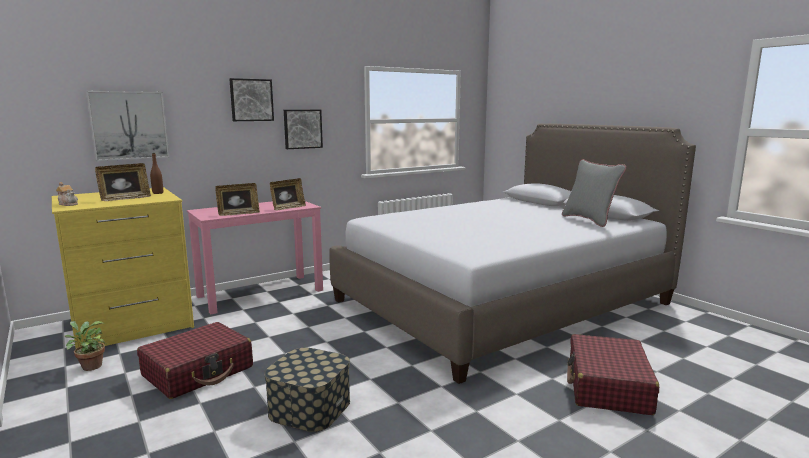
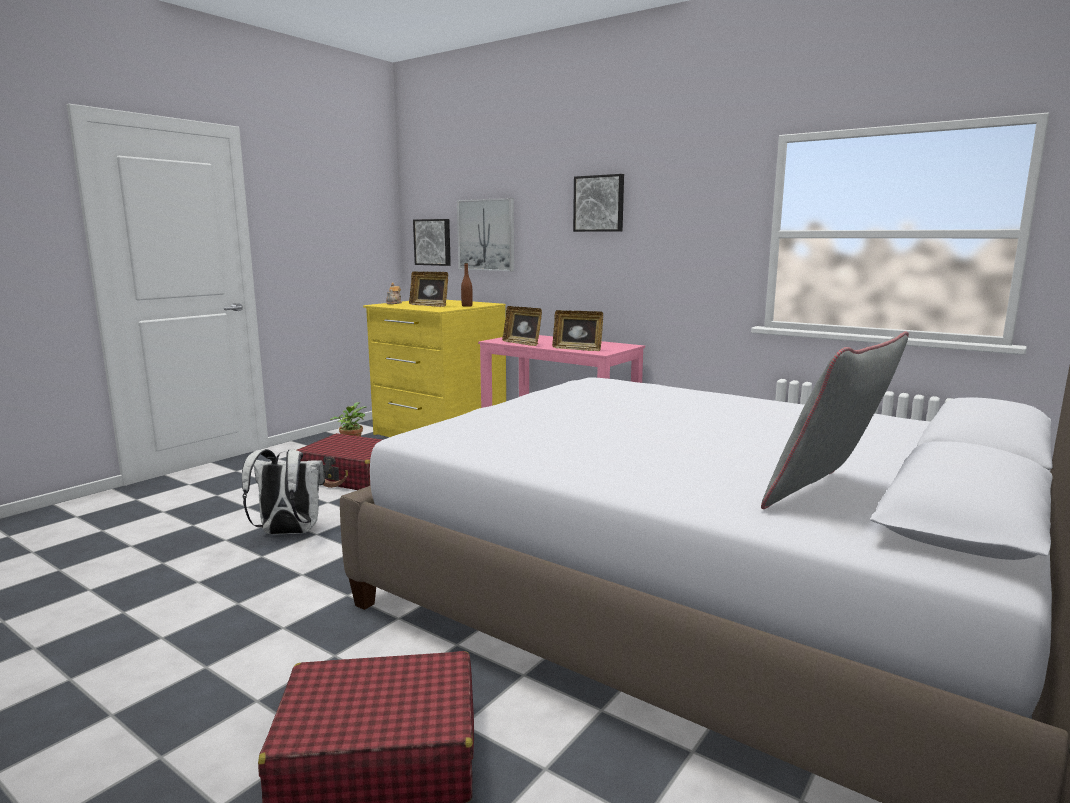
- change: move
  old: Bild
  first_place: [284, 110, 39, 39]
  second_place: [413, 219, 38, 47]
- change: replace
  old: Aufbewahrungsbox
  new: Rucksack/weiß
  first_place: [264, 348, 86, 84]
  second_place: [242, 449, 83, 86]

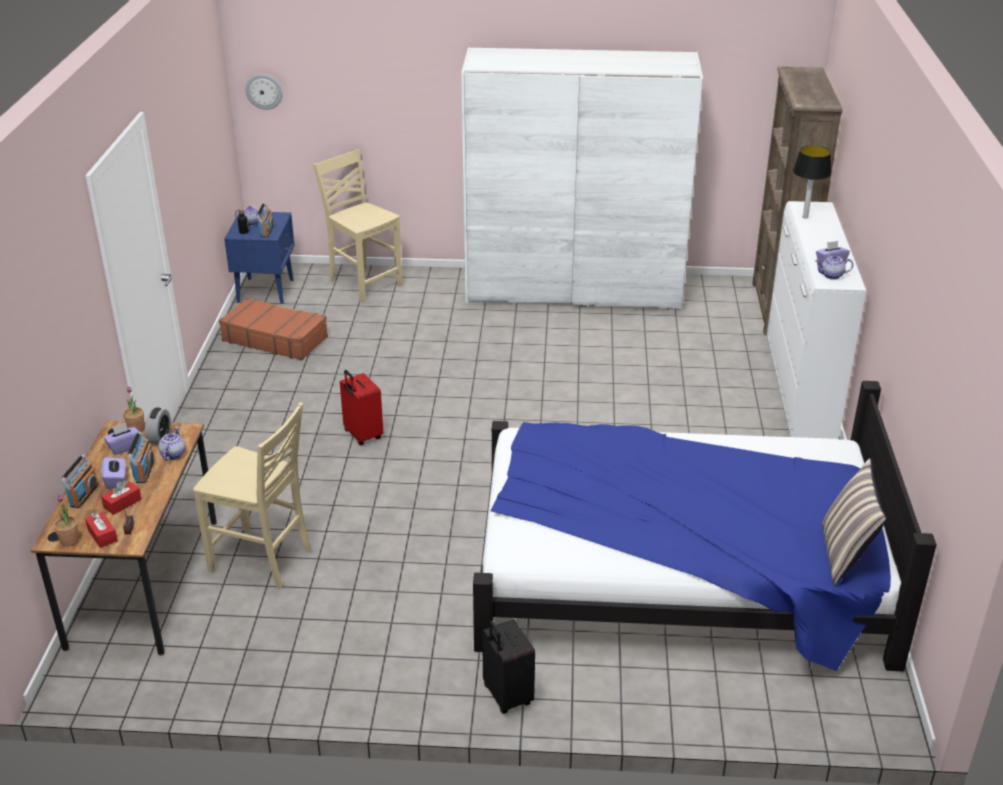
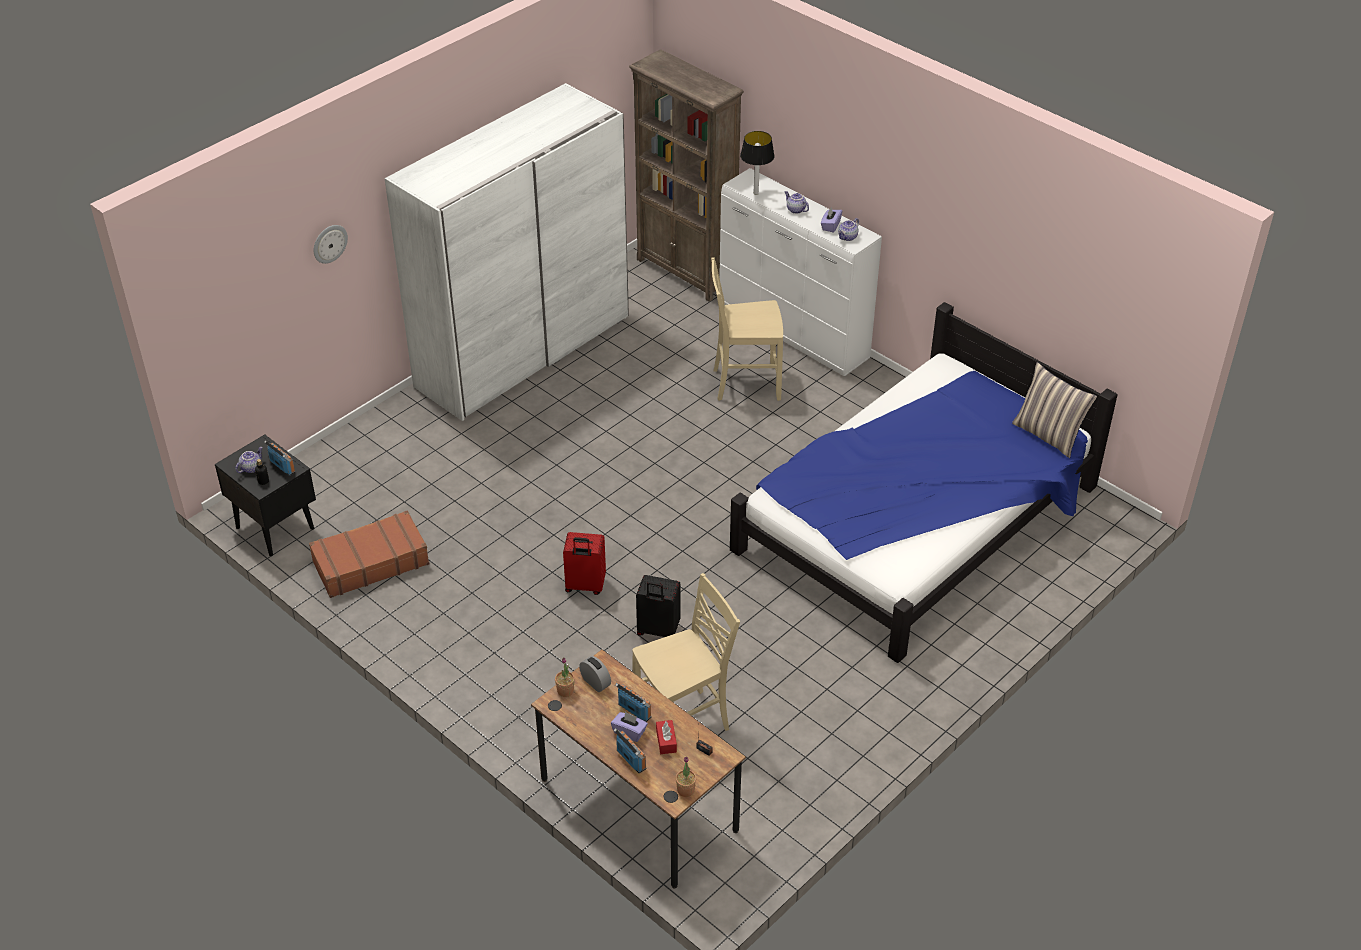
- change: delete
  old: Taschentuchbox/rot
  first_place: [85, 512, 33, 36]
- change: delete
  old: Taschentuchbox/lila
  first_place: [104, 423, 37, 32]
- change: move
  old: Teekanne
  first_place: [158, 427, 28, 34]
  second_place: [785, 191, 24, 23]
- change: move
  old: Wanduhr
  first_place: [246, 74, 37, 36]
  second_place: [314, 225, 34, 39]
- change: move
  old: Stuhl/beige
  first_place: [313, 149, 89, 154]
  second_place: [711, 257, 72, 144]
- change: move
  old: Koffer/schwarz
  first_place: [482, 619, 53, 95]
  second_place: [636, 575, 44, 62]
- change: recolor
  old: Nachttisch/blau
  new: Nachttisch/schwarz
  first_place: [224, 212, 70, 92]
  second_place: [215, 434, 101, 122]

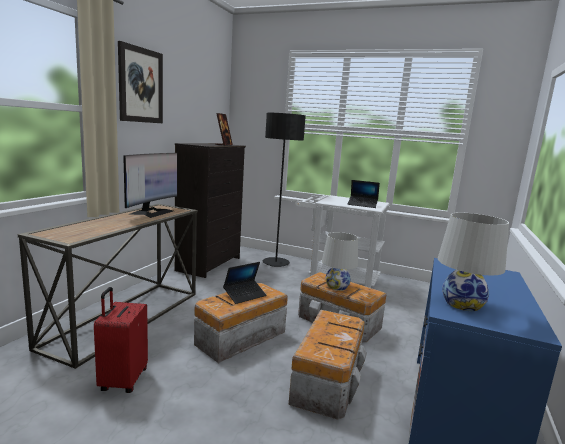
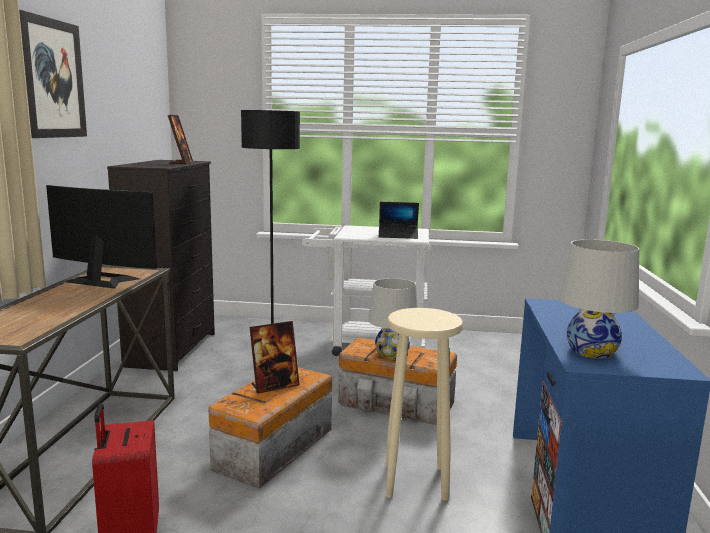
- change: replace
  old: Laptop
  new: Bilderrahmen
  first_place: [223, 262, 43, 42]
  second_place: [250, 321, 50, 73]
- change: replace
  old: Aufbewahrungsbox
  new: Hocker/beige
  first_place: [289, 310, 78, 110]
  second_place: [385, 308, 78, 193]
- change: rotate
  old: Monitor
  first_place: [123, 153, 55, 65]
  second_place: [46, 185, 111, 104]
  degrees: -75

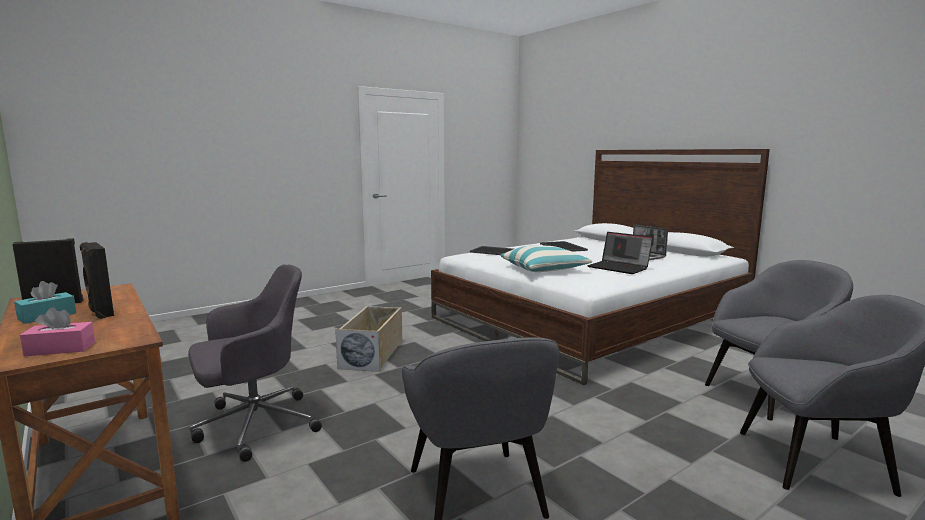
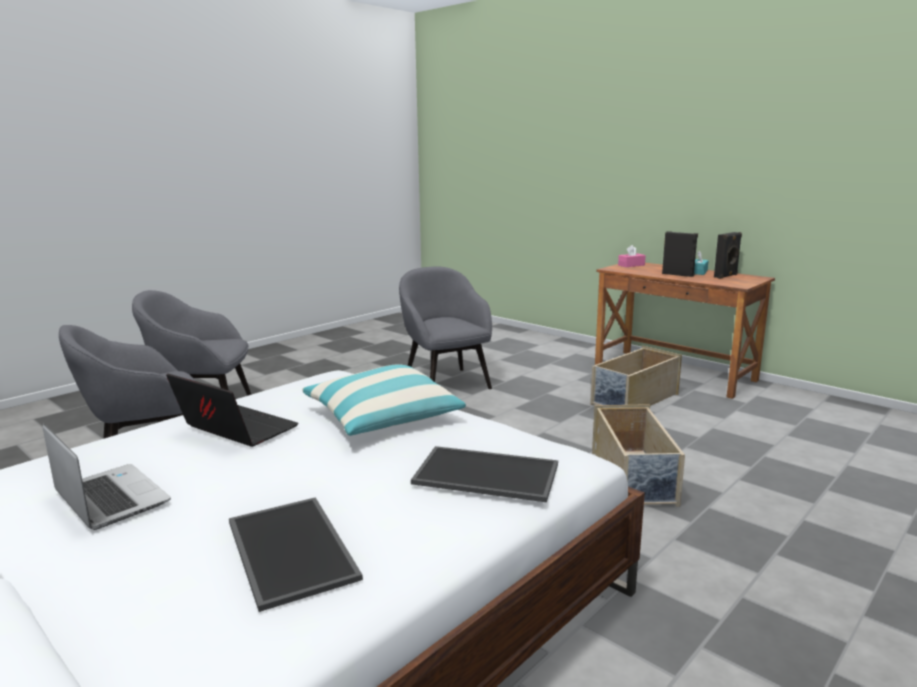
- change: replace
  old: Bürostuhl/grau
  new: Aufbewahrungsbox/beige
  first_place: [188, 264, 134, 198]
  second_place: [590, 346, 92, 60]

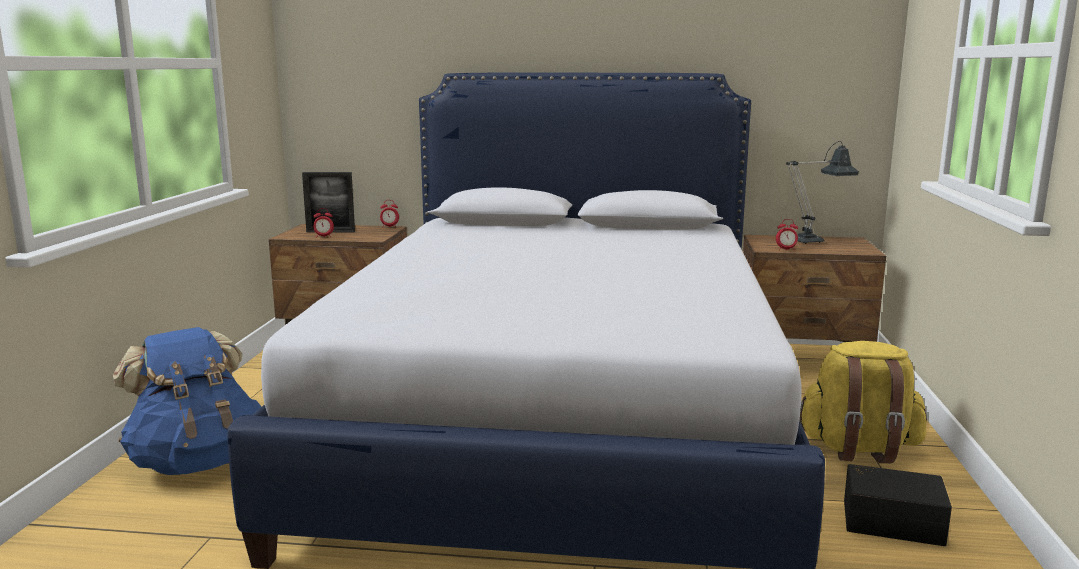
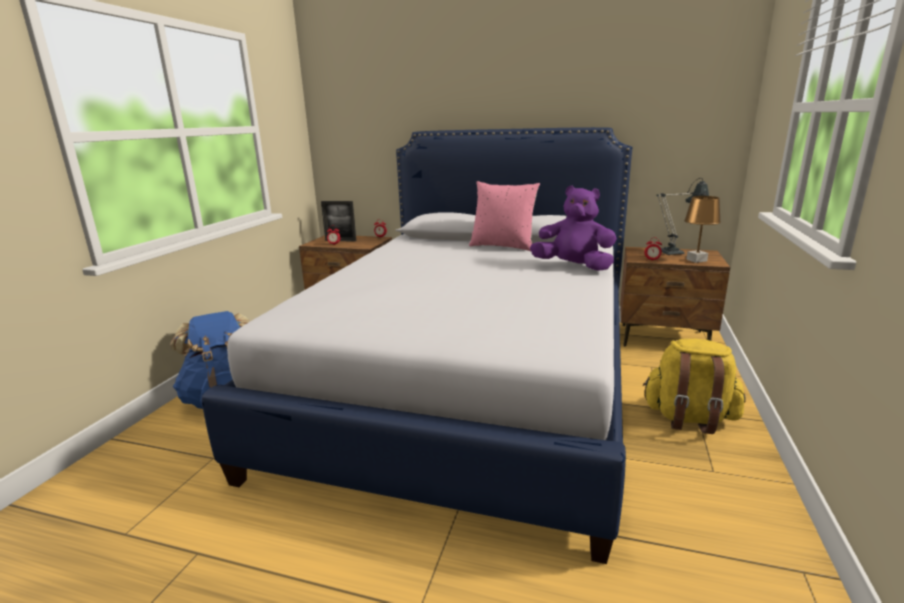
- change: delete
  old: Aufbewahrungsbox/schwarz
  first_place: [844, 464, 108, 82]
- change: insert
  new: Kissen/rosa
  second_place: [469, 181, 71, 70]
- change: insert
  new: Plüschtier/lila
  second_place: [530, 186, 87, 85]
- change: insert
  new: Tischlampe/braun
  second_place: [684, 196, 37, 67]

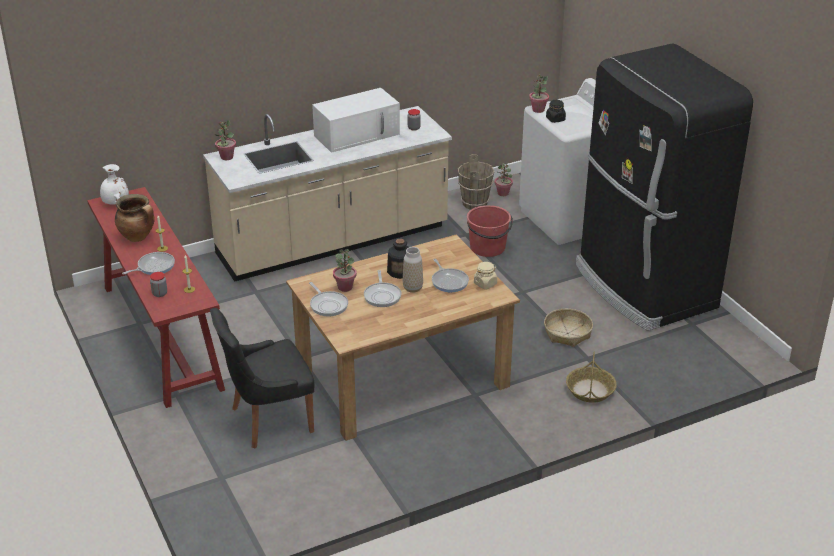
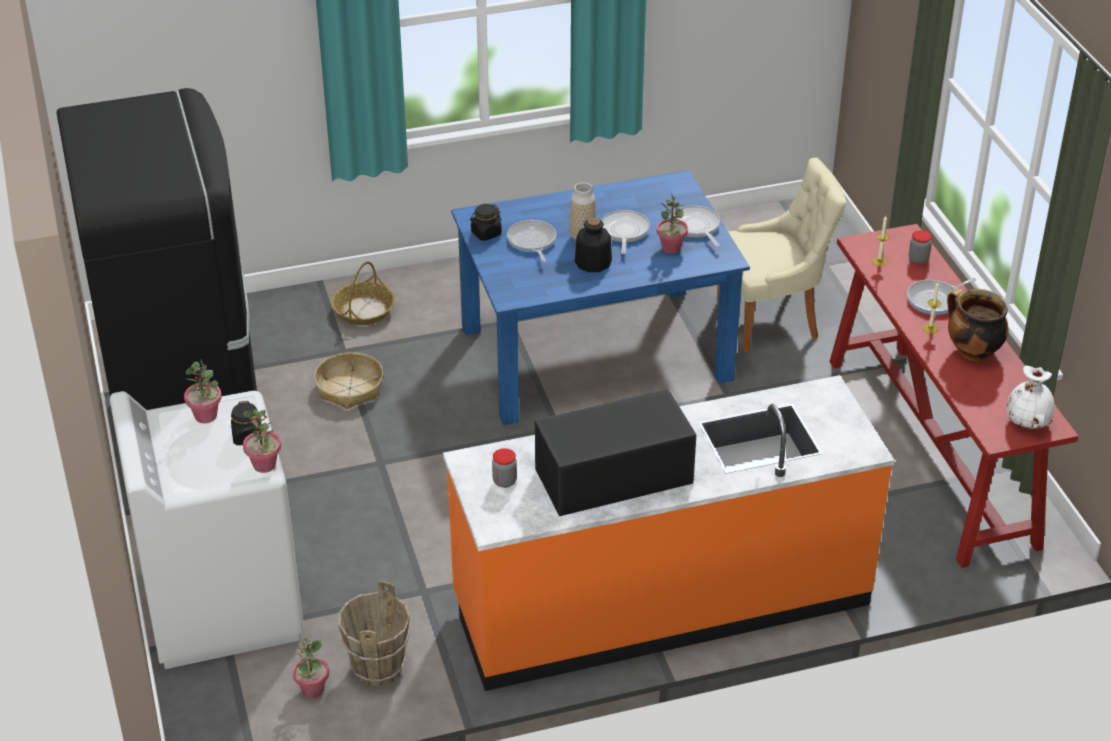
- change: delete
  old: Eimer/rot
  first_place: [467, 205, 46, 52]
- change: move
  old: Topfpflanze
  first_place: [215, 120, 21, 40]
  second_place: [184, 360, 38, 63]
- change: recolor
  old: Küchenzeile/beige
  new: Küchenzeile/orange
  first_place: [203, 106, 249, 176]
  second_place: [443, 375, 452, 316]
- change: recolor
  old: Stuhl/schwarz
  new: Stuhl/beige
  first_place: [210, 308, 105, 140]
  second_place: [717, 158, 130, 194]
- change: recolor
  old: Esstisch/braun
  new: Esstisch/blau
  first_place: [286, 235, 234, 206]
  second_place: [451, 170, 299, 255]
- change: recolor
  old: Mikrowelle/weiß
  new: Mikrowelle/schwarz
  first_place: [312, 88, 88, 65]
  second_place: [535, 389, 161, 127]
- change: recolor
  old: Vorratsglas/beige
  new: Vorratsglas/schwarz
  first_place: [474, 262, 23, 27]
  second_place: [470, 204, 32, 37]

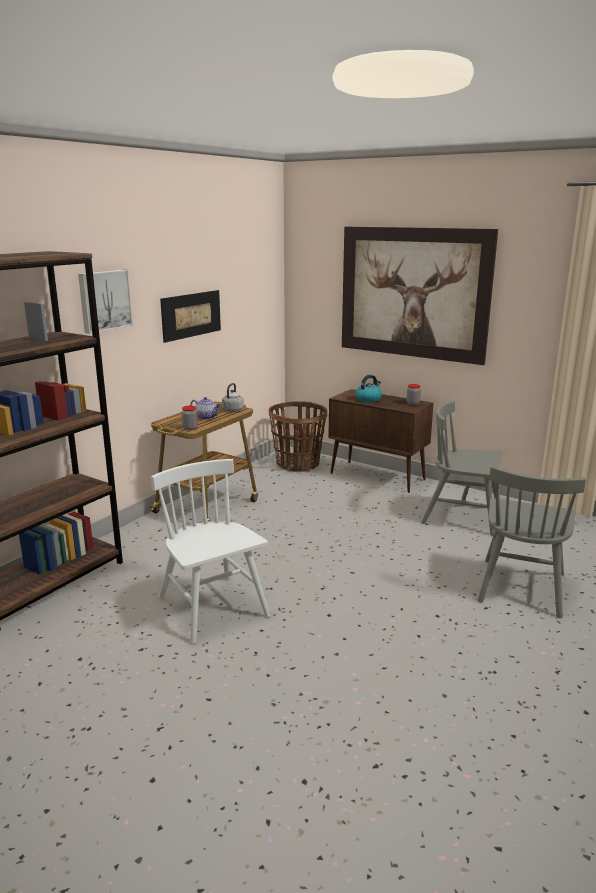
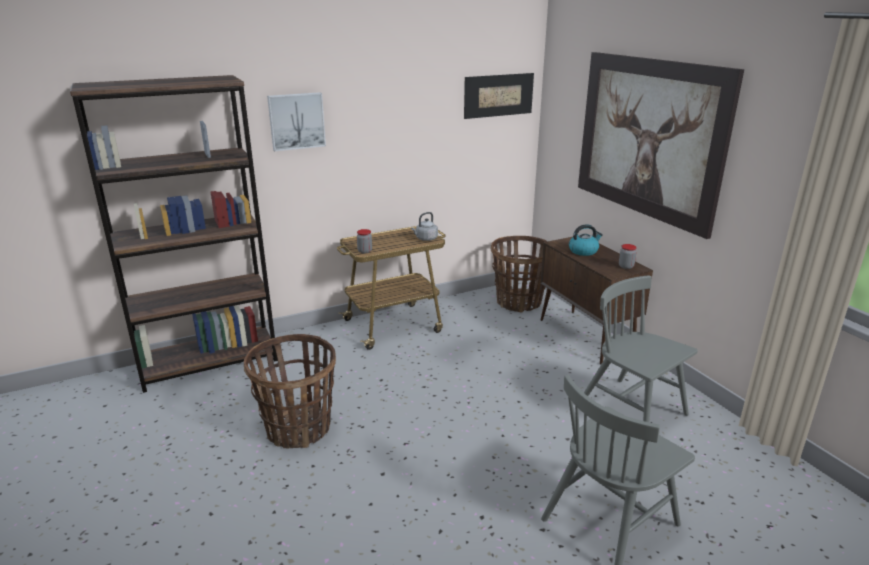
- change: delete
  old: Teekanne
  first_place: [190, 397, 31, 23]
- change: move
  old: Bild
  first_place: [160, 290, 61, 53]
  second_place: [464, 73, 70, 46]
- change: replace
  old: Stuhl/weiß
  new: Korb
  first_place: [151, 459, 119, 185]
  second_place: [244, 334, 92, 115]

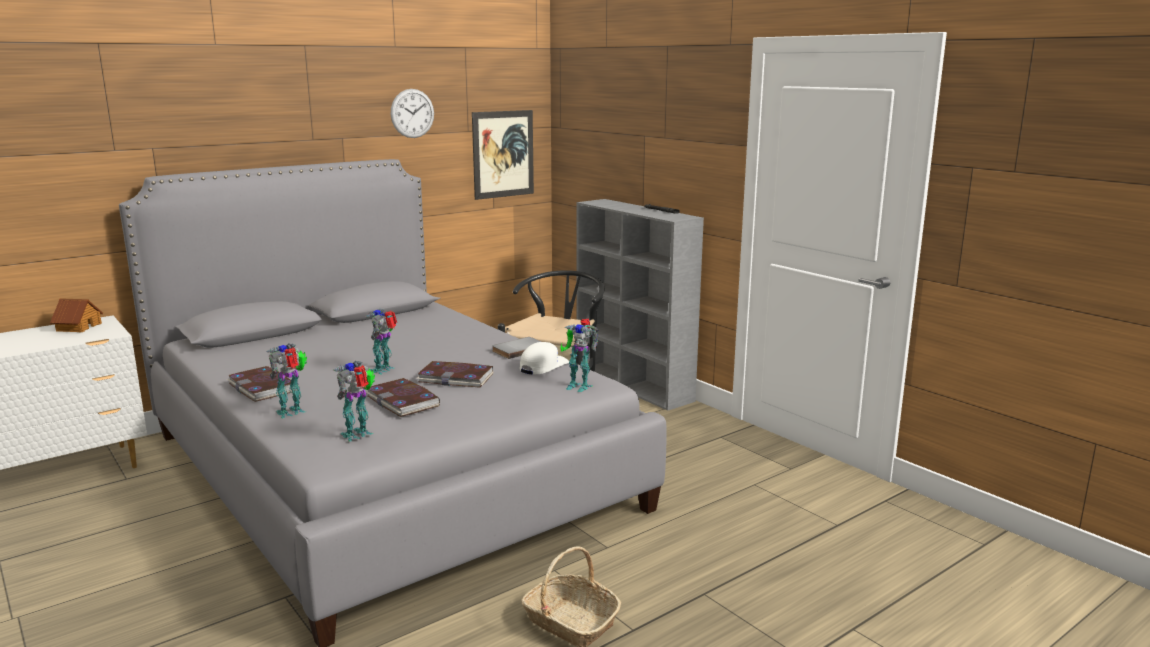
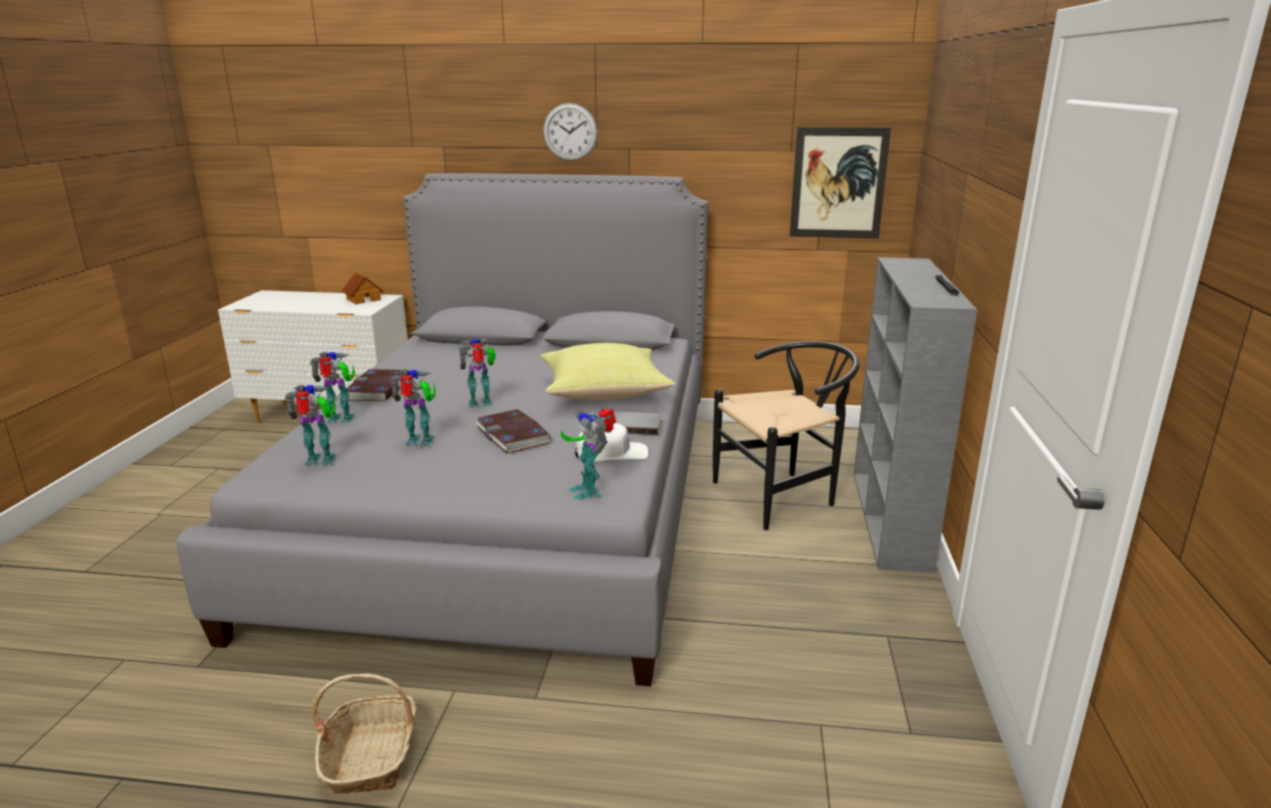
- change: insert
  new: Kissen/gelb
  second_place: [541, 343, 135, 57]
- change: move
  old: Wanduhr
  first_place: [391, 89, 43, 49]
  second_place: [543, 103, 55, 58]
- change: replace
  old: Buch
  new: Spielzeugroboter
  first_place: [366, 378, 74, 39]
  second_place: [390, 369, 46, 77]

